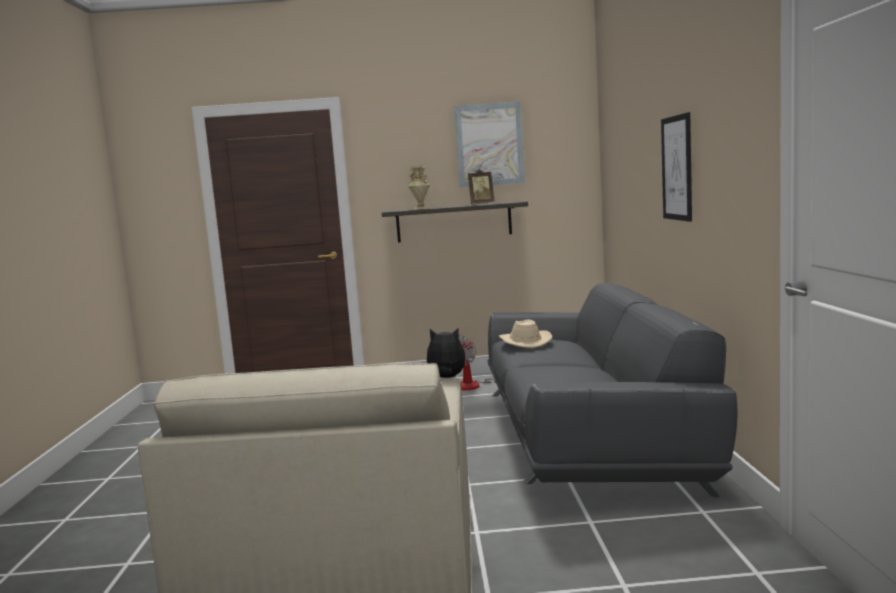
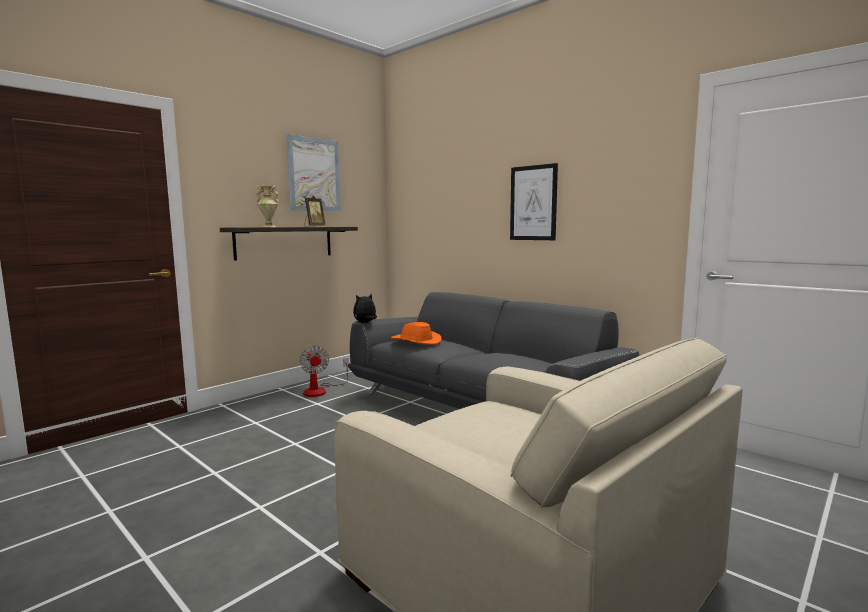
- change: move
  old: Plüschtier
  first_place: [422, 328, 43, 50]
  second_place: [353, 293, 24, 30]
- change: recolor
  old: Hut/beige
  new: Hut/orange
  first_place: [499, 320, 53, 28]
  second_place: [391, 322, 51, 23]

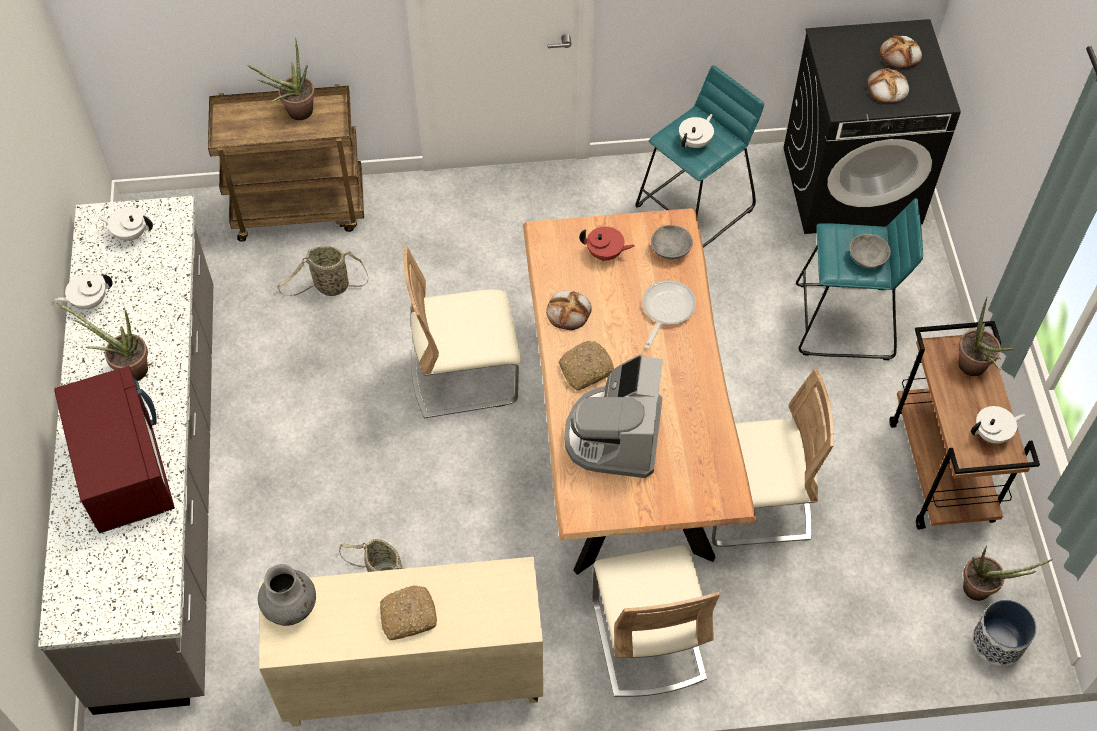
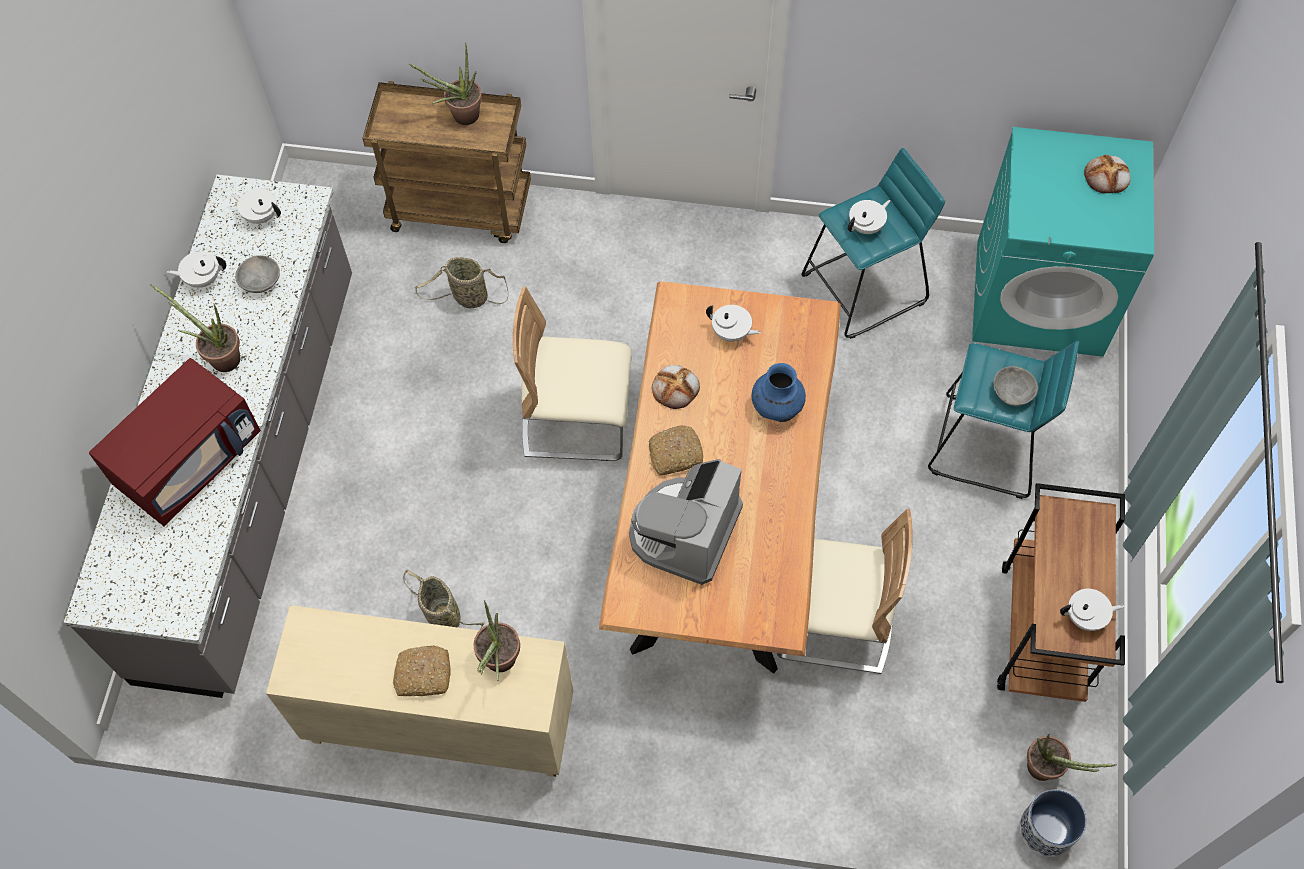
- change: delete
  old: Vase/grau
  first_place: [258, 564, 58, 62]
- change: delete
  old: Stuhl/beige
  first_place: [592, 545, 128, 152]
- change: delete
  old: Brot
  first_place: [867, 68, 42, 35]
- change: move
  old: Schüssel/grau
  first_place: [651, 225, 42, 35]
  second_place: [235, 255, 45, 38]
- change: move
  old: Topfpflanze
  first_place: [958, 297, 56, 79]
  second_place: [474, 600, 46, 80]
- change: replace
  old: Pfanne
  new: Vase/blau
  first_place: [642, 280, 54, 69]
  second_place: [752, 363, 54, 59]
- change: recolor
  old: Teekanne/rot
  new: Teekanne/weiß
  first_place: [579, 227, 56, 34]
  second_place: [706, 305, 55, 37]
- change: recolor
  old: Waschmaschine/schwarz
  new: Waschmaschine/türkis
  first_place: [784, 19, 177, 215]
  second_place: [972, 127, 182, 230]
- change: rotate
  old: Mikrowelle/rot
  first_place: [54, 366, 121, 168]
  second_place: [89, 358, 172, 168]
  degrees: 45

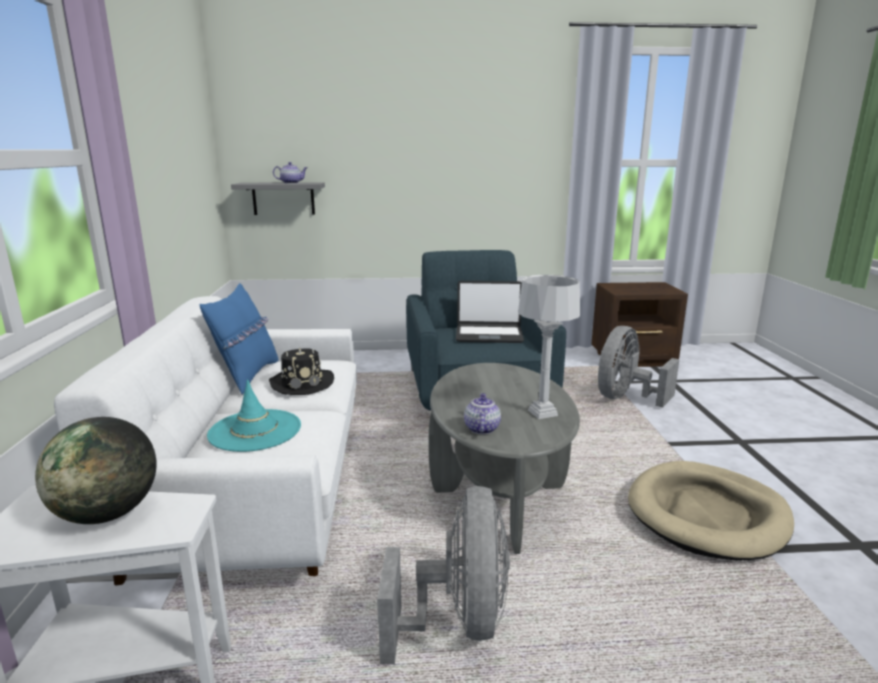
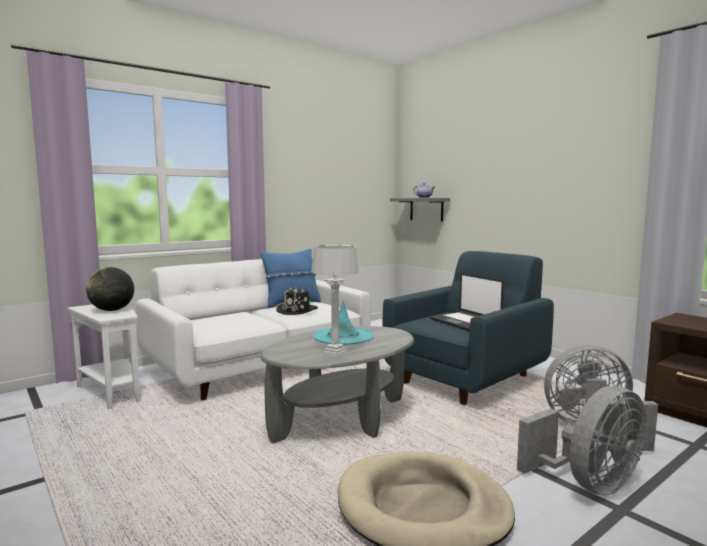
- change: delete
  old: Teekanne
  first_place: [464, 393, 37, 41]
- change: move
  old: Hut/türkis
  first_place: [207, 379, 94, 73]
  second_place: [313, 300, 61, 45]
- change: move
  old: Ventilator/grau
  first_place: [377, 486, 133, 178]
  second_place: [517, 386, 129, 110]

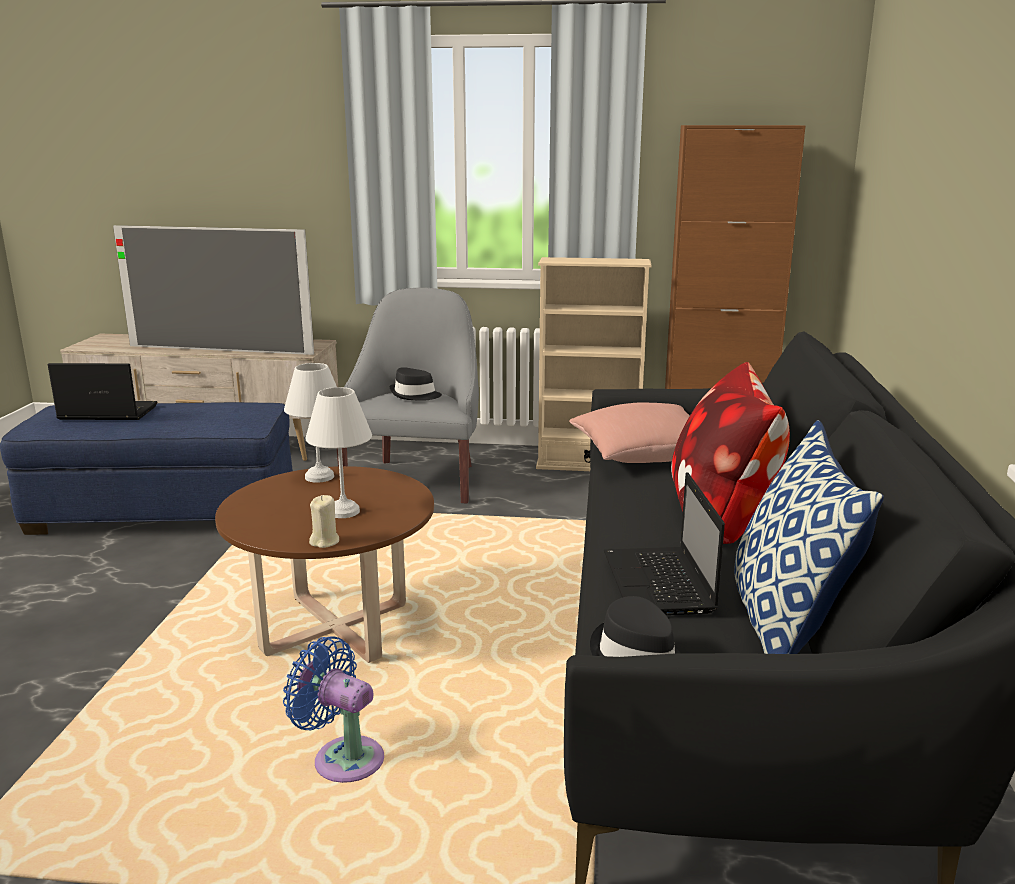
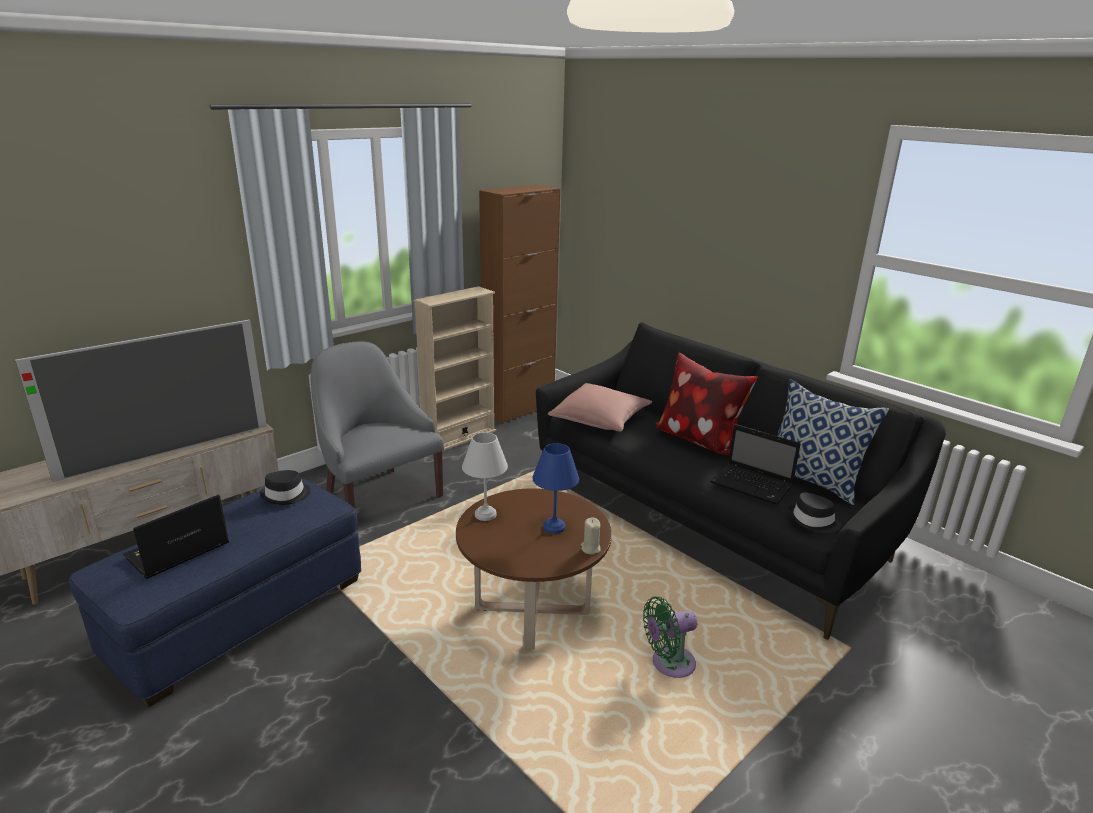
- change: move
  old: Hut/schwarz
  first_place: [389, 367, 53, 34]
  second_place: [259, 470, 52, 35]
- change: recolor
  old: Ventilator/blau
  new: Ventilator/grün
  first_place: [283, 636, 101, 147]
  second_place: [643, 597, 54, 81]
- change: recolor
  old: Tischlampe/weiß
  new: Tischlampe/blau
  first_place: [305, 387, 67, 131]
  second_place: [532, 443, 47, 91]

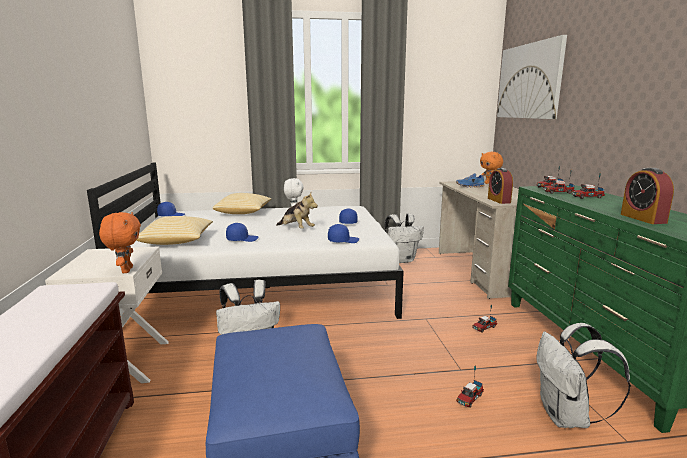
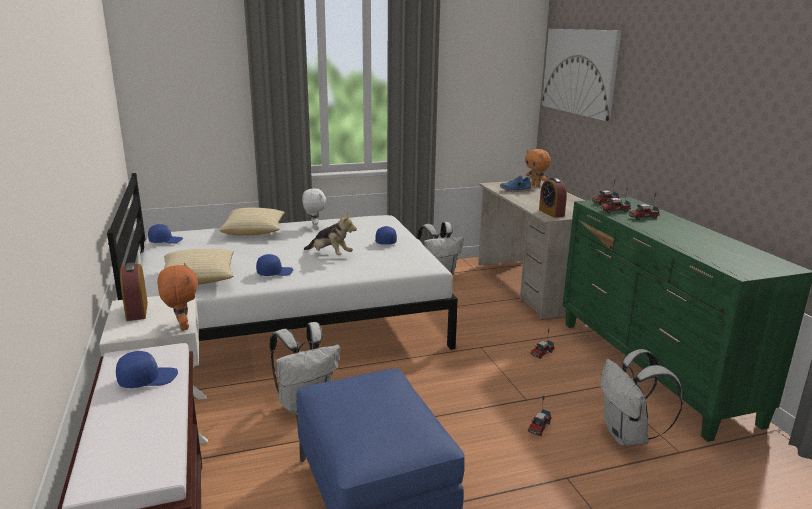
- change: move
  old: Kappe/blau
  first_place: [328, 224, 31, 19]
  second_place: [116, 351, 62, 37]
- change: move
  old: Wecker
  first_place: [621, 168, 53, 56]
  second_place: [120, 262, 28, 59]

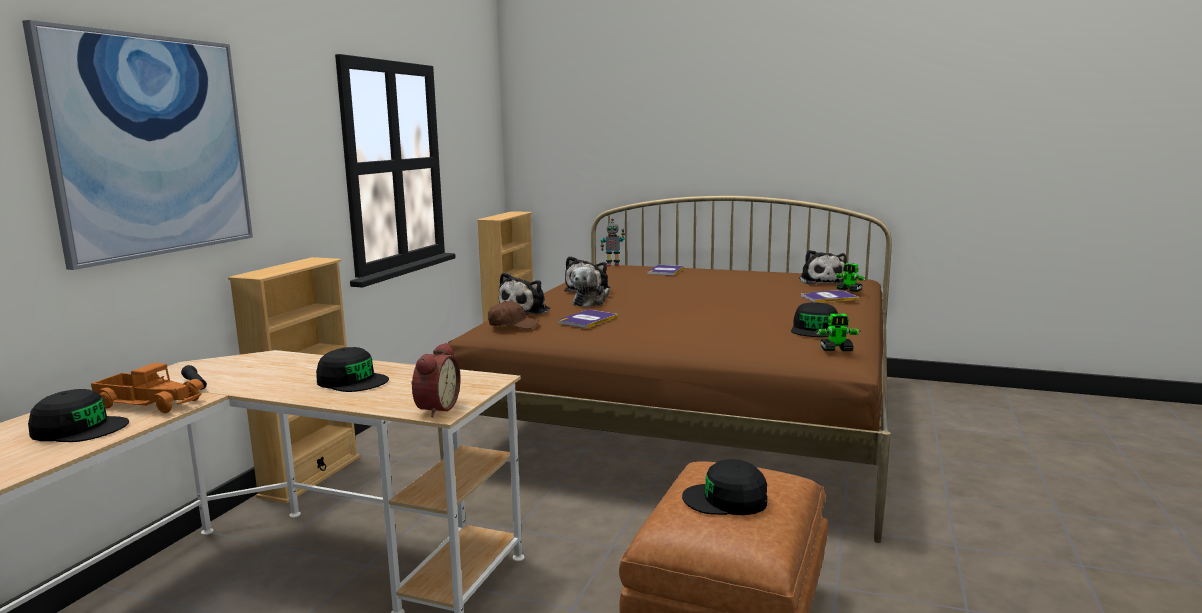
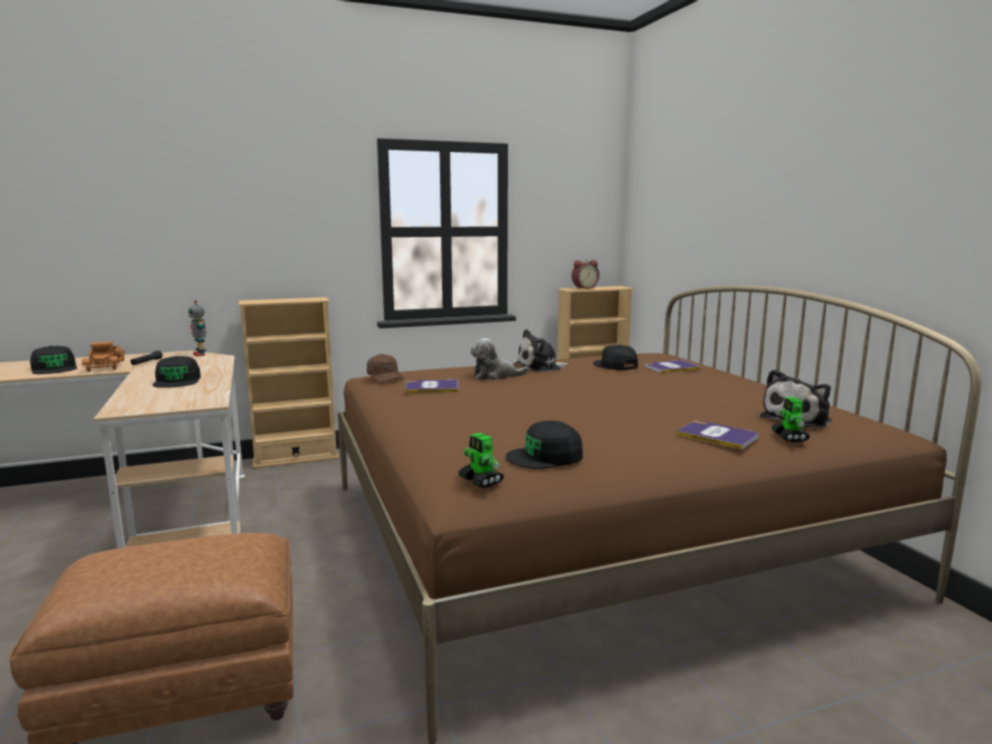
- change: delete
  old: Bild
  first_place: [22, 20, 231, 250]
- change: delete
  old: Plüschtier
  first_place: [499, 272, 51, 43]
- change: move
  old: Wecker
  first_place: [411, 343, 49, 74]
  second_place: [572, 260, 27, 29]
- change: move
  old: Spielzeugroboter
  first_place: [601, 218, 24, 48]
  second_place: [188, 300, 19, 56]
- change: move
  old: Kappe/schwarz
  first_place: [682, 459, 85, 56]
  second_place: [593, 345, 45, 25]

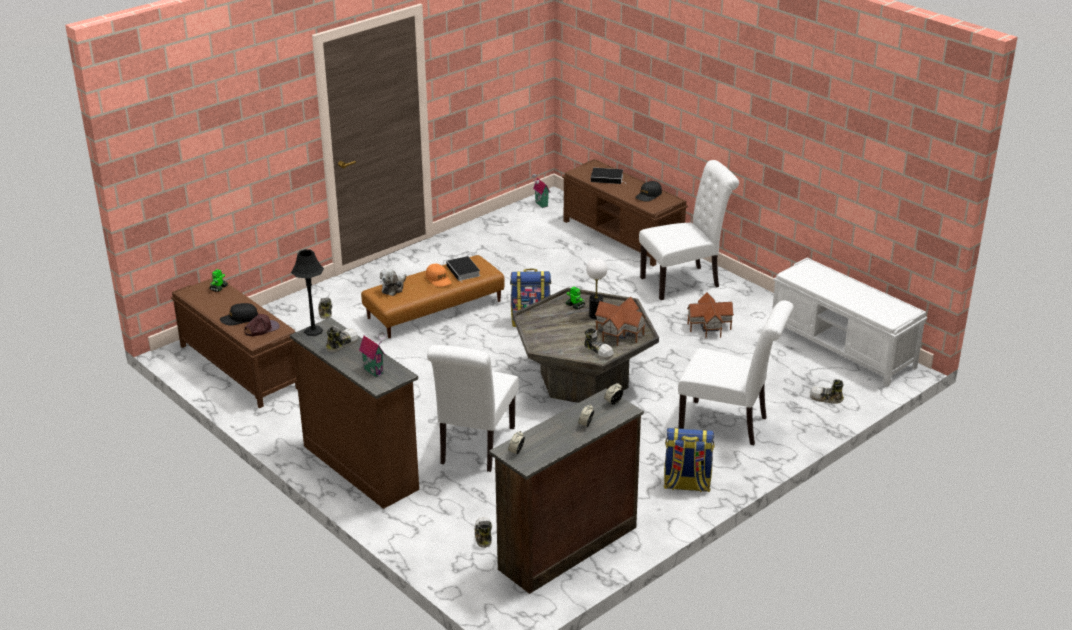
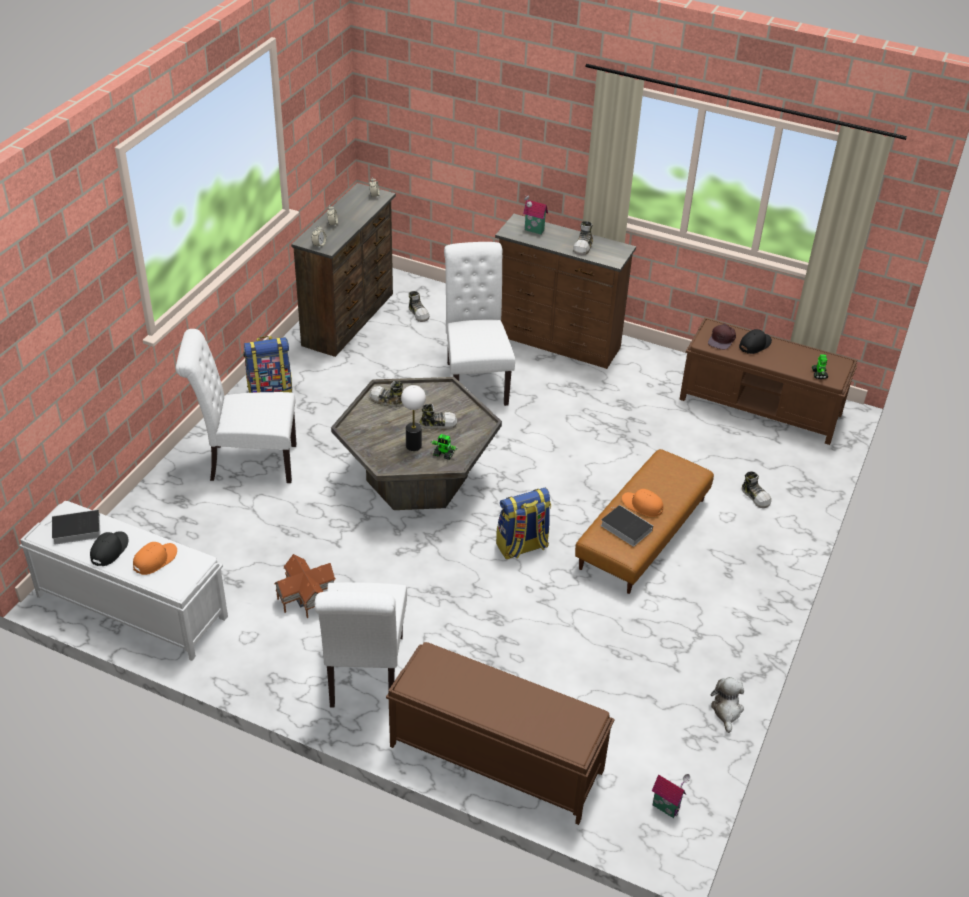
- change: delete
  old: Tischlampe/schwarz
  first_place: [291, 249, 33, 87]
- change: delete
  old: Spielzeughaus
  first_place: [595, 297, 51, 49]
- change: insert
  new: Kappe/orange
  second_place: [133, 542, 44, 33]
- change: move
  old: Plüschtier
  first_place: [380, 269, 27, 27]
  second_place: [710, 677, 34, 56]
- change: move
  old: Buch
  first_place: [591, 168, 36, 16]
  second_place: [44, 510, 57, 35]
- change: move
  old: Kappe/schwarz
  first_place: [635, 181, 27, 21]
  second_place: [90, 531, 38, 35]
- change: move
  old: Schuh
  first_place: [810, 379, 34, 24]
  second_place: [419, 404, 38, 25]
- change: rotate
  old: Stuhl/weiß
  first_place: [639, 160, 100, 140]
  second_place: [314, 582, 93, 125]
  degrees: -45

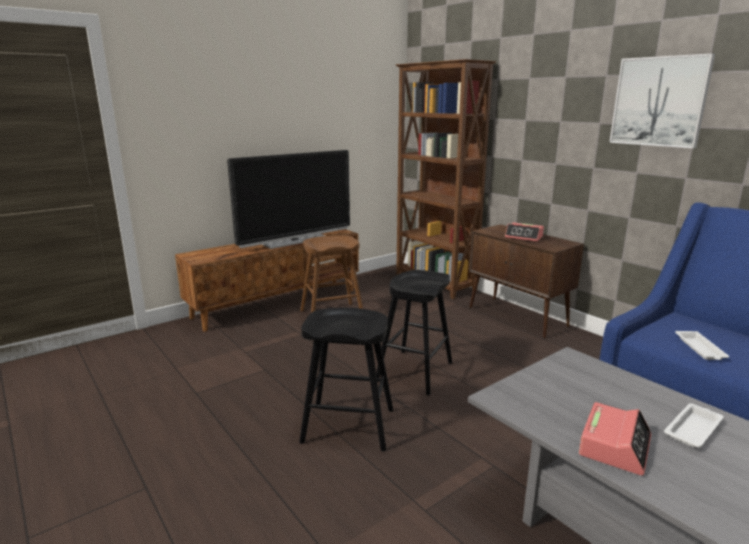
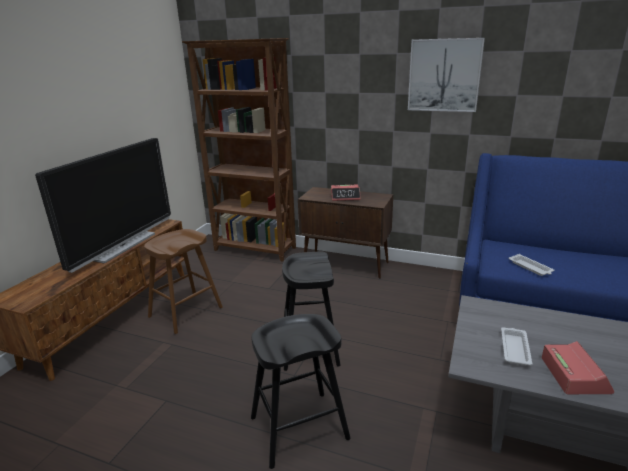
- change: move
  old: Tablett/weiß
  first_place: [664, 403, 60, 45]
  second_place: [501, 327, 31, 39]

